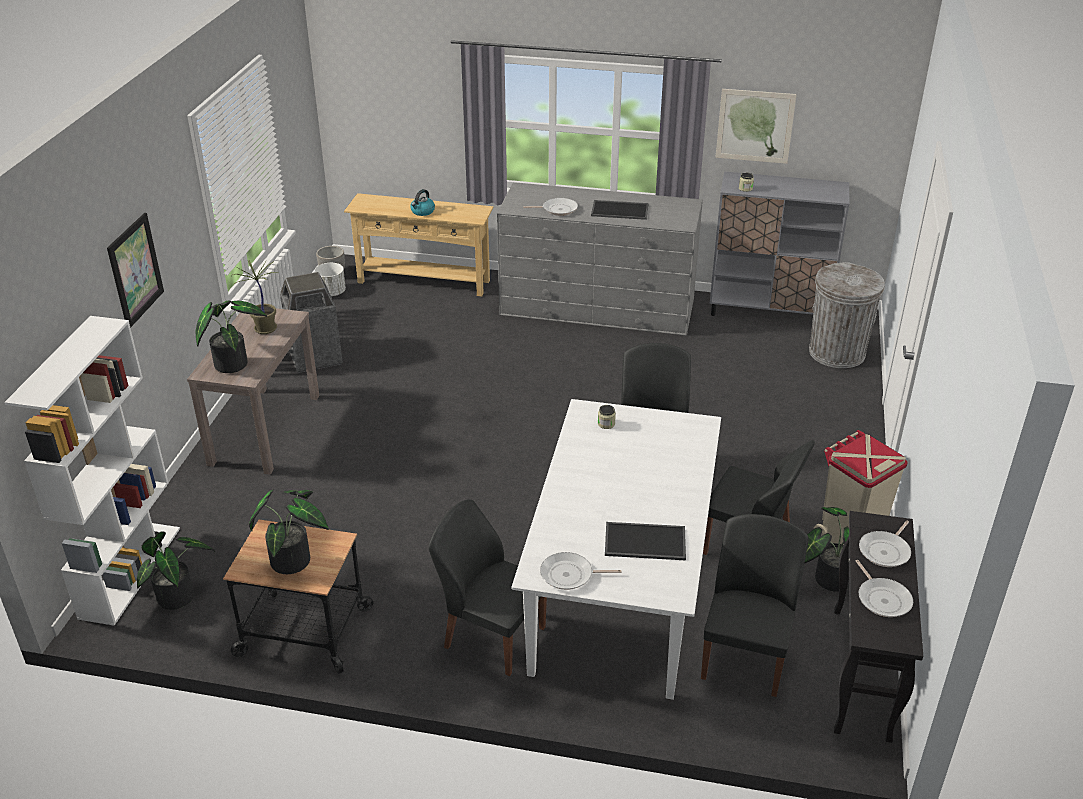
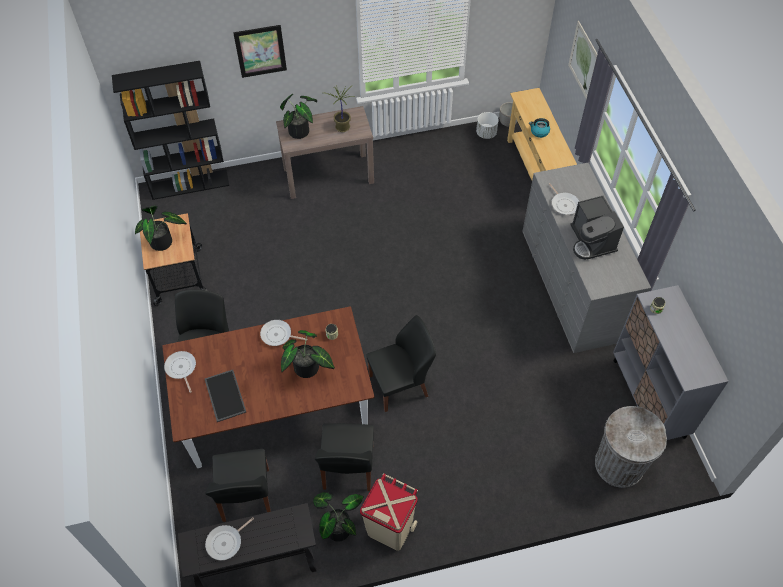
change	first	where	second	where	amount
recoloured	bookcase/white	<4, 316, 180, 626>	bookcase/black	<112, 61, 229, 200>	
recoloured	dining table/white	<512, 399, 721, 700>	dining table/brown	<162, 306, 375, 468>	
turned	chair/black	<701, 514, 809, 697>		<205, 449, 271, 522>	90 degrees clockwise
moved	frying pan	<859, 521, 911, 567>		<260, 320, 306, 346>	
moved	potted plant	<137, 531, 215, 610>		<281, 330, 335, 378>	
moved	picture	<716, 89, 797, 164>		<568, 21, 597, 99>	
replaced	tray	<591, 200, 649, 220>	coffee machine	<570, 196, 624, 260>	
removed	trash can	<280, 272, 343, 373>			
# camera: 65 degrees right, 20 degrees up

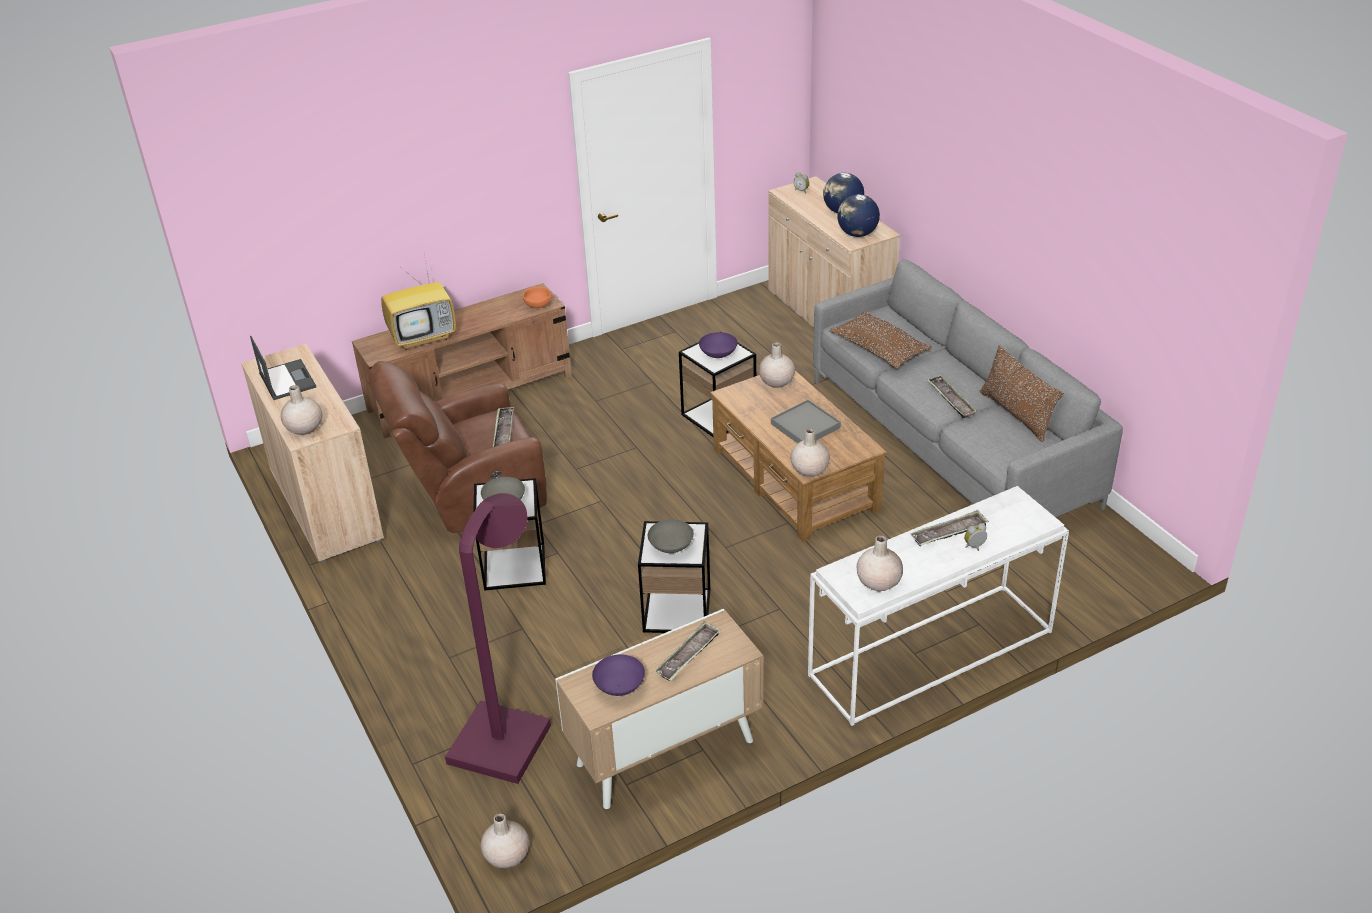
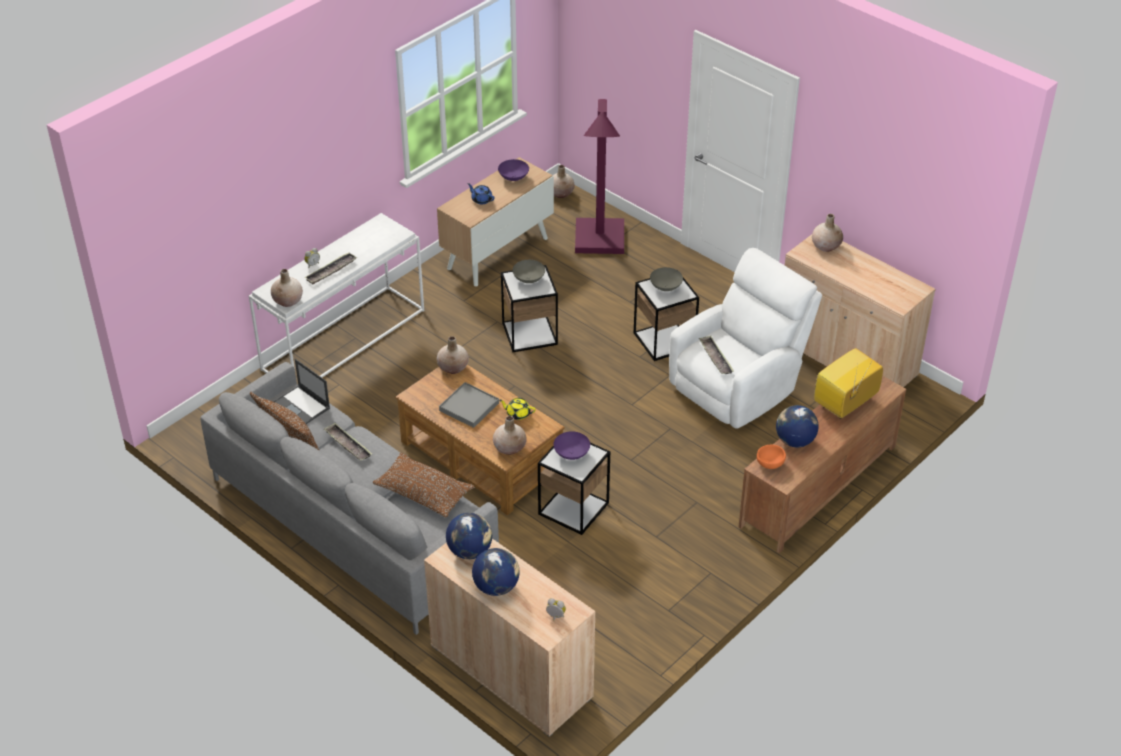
change	first	where	second	where	amount
moved	vase/beige	<857, 535, 903, 591>		<271, 269, 303, 307>	
moved	laptop	<250, 336, 316, 400>		<274, 359, 330, 424>	
replaced	tray	<654, 621, 721, 681>	teapot/blue	<468, 183, 494, 204>	
added			teapot/yellow	<499, 398, 536, 420>	
recoloured	armchair/brown	<366, 361, 547, 533>	armchair/white	<669, 248, 822, 429>	
added			globe	<776, 405, 819, 447>	
# camera: 160 degrees right, 5 degrees up

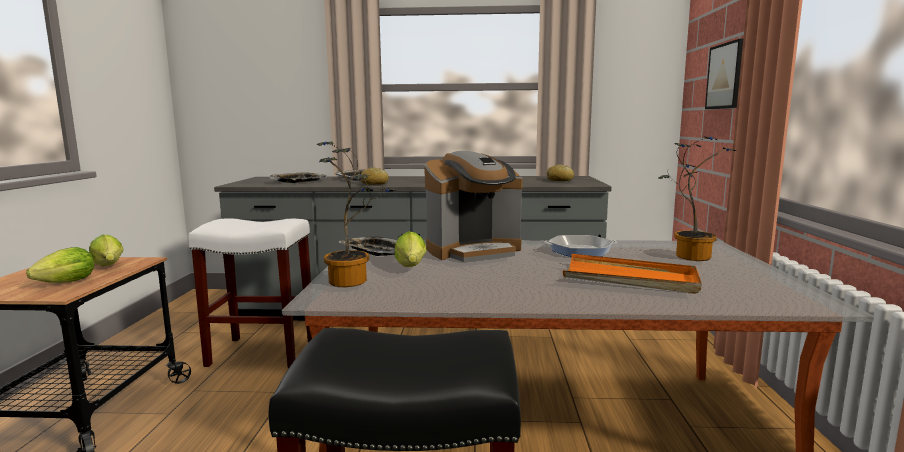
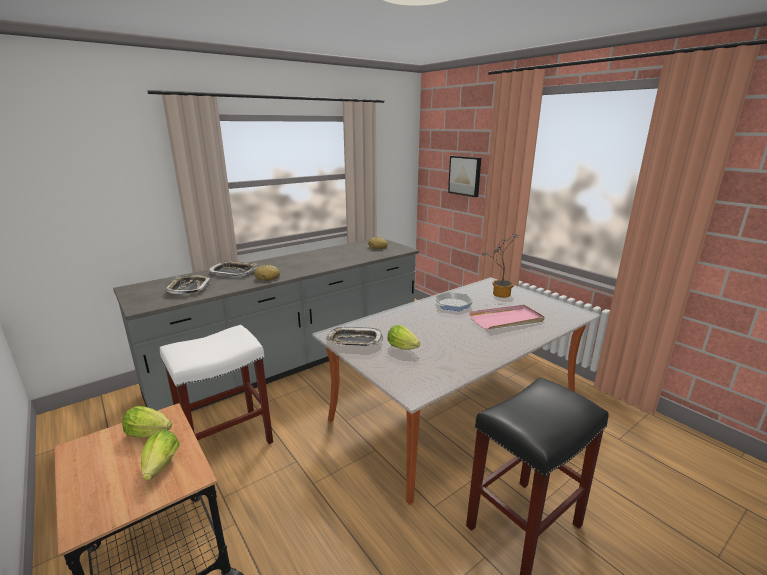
change	first	where	second	where	amount
recoloured	tray/orange	<563, 254, 702, 294>	tray/pink	<469, 305, 544, 329>	
removed	potted plant	<317, 141, 396, 287>			
removed	coffee machine	<424, 151, 523, 262>			
# camera: 40 degrees left, 10 degrees up

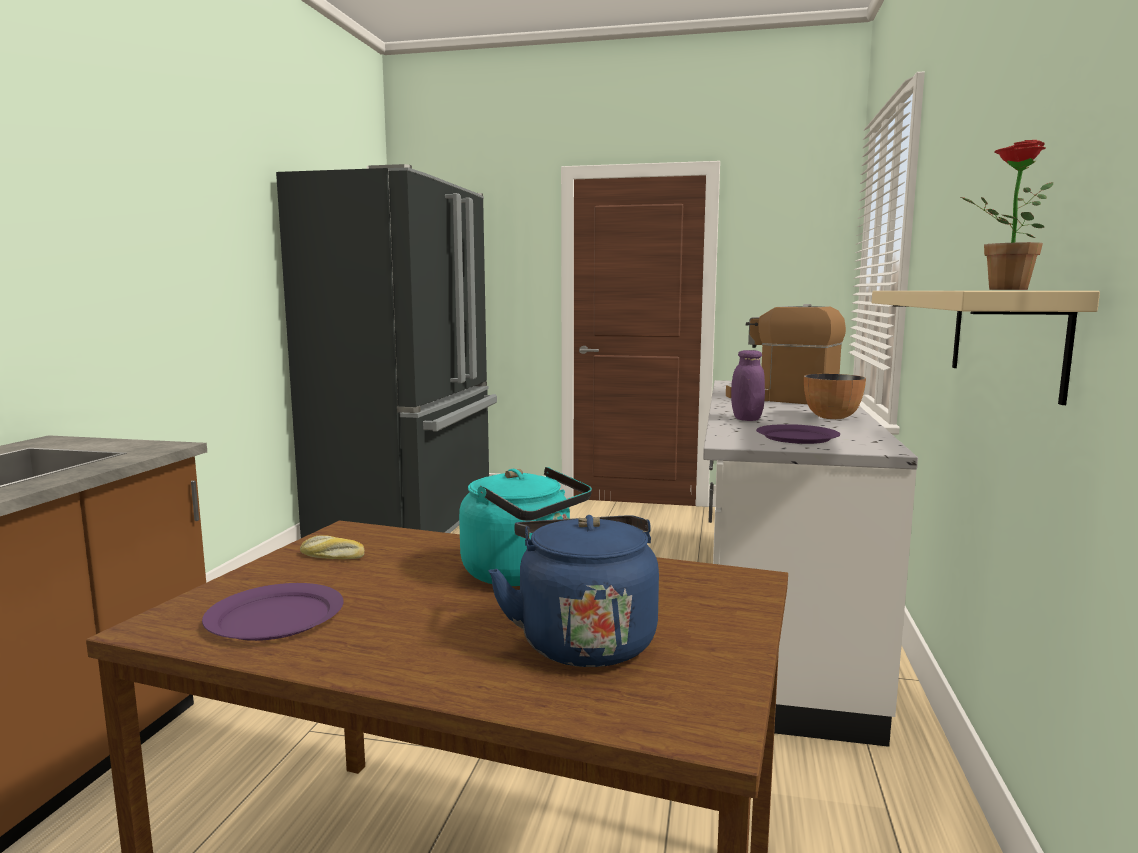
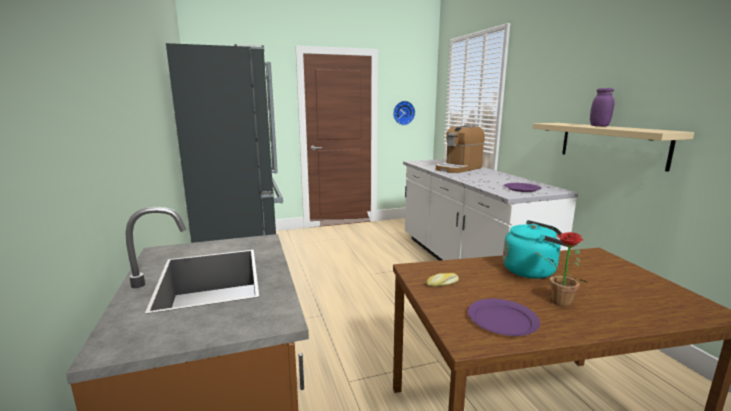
change	first	where	second	where	amount
added			wall clock	<393, 101, 415, 125>	
turned	coffee machine	<726, 304, 846, 404>		<436, 125, 485, 173>	45 degrees counterclockwise
moved	potted plant	<960, 140, 1053, 290>		<536, 232, 588, 307>	
moved	jar/purple	<731, 350, 765, 421>		<590, 88, 614, 126>	
removed	kettle/blue	<488, 515, 659, 667>			
removed	bowl	<804, 374, 866, 419>			
# camera: 30 degrees left, 5 degrees up

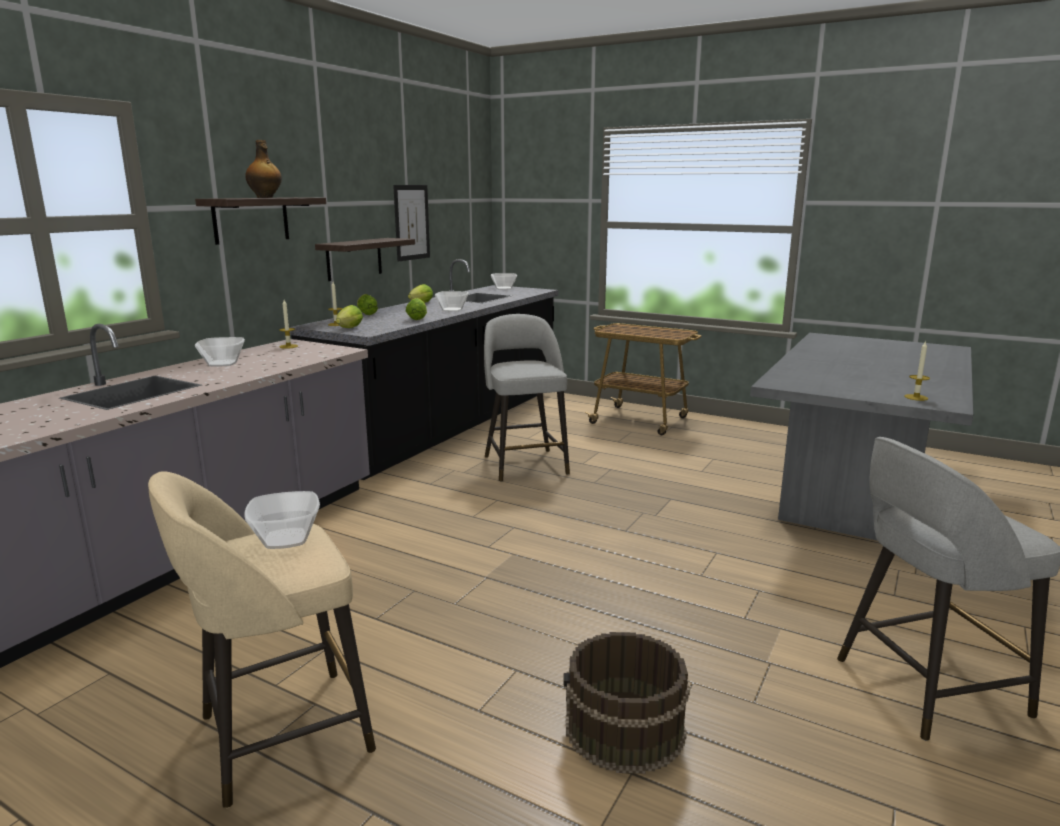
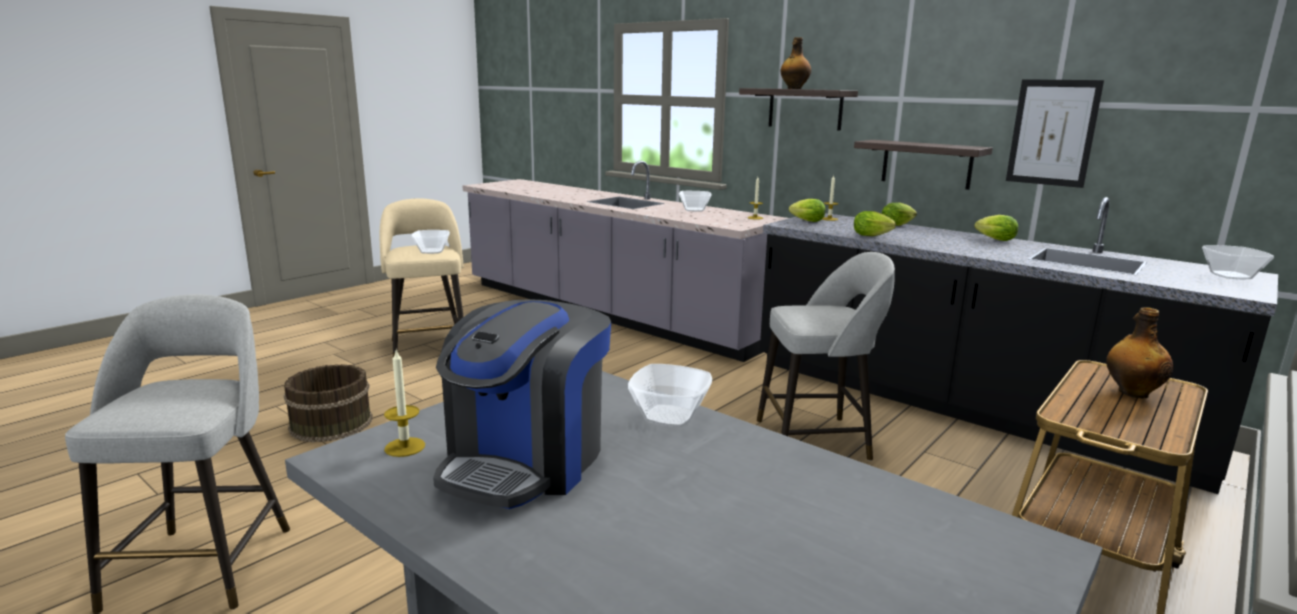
change	first	where	second	where	amount
added			coffee machine	<433, 299, 611, 509>	
moved	bowl	<435, 291, 469, 311>		<628, 364, 712, 428>	
added			bottle	<1106, 307, 1173, 398>	
# camera: 100 degrees right, 0 degrees up

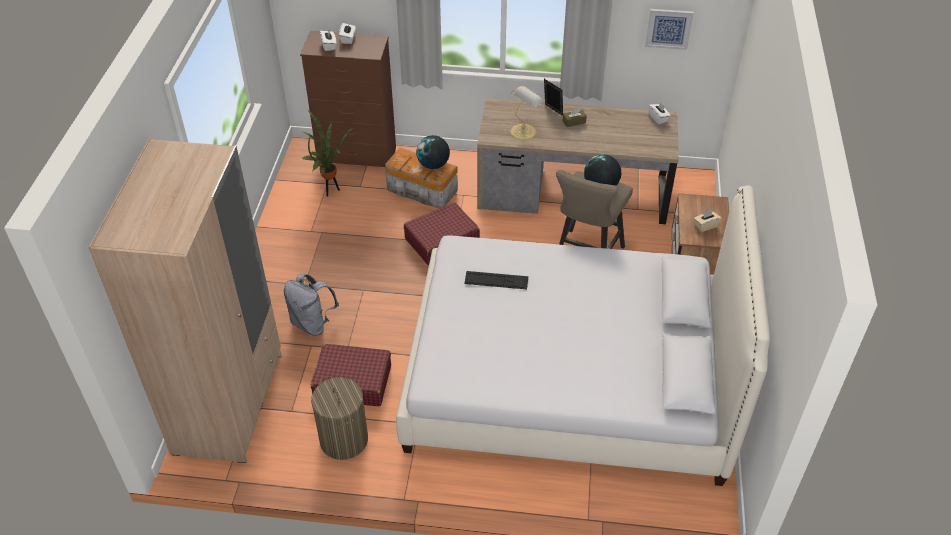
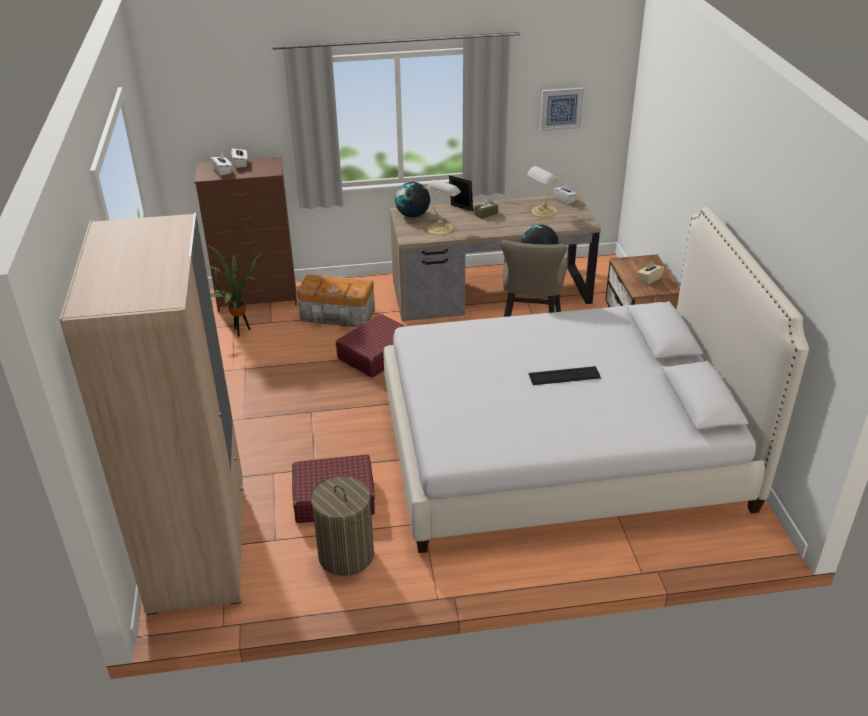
change	first	where	second	where	amount
moved	globe	<416, 135, 450, 169>		<395, 182, 430, 218>	
added			table lamp	<527, 166, 561, 218>	
moved	keyboard	<464, 271, 528, 289>		<529, 366, 601, 385>	
removed	backpack/grey	<284, 274, 339, 336>			
# camera: 15 degrees left, 10 degrees down

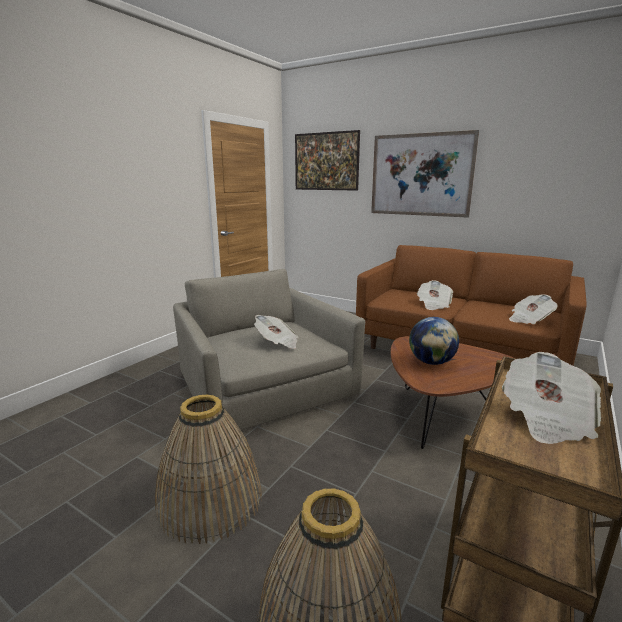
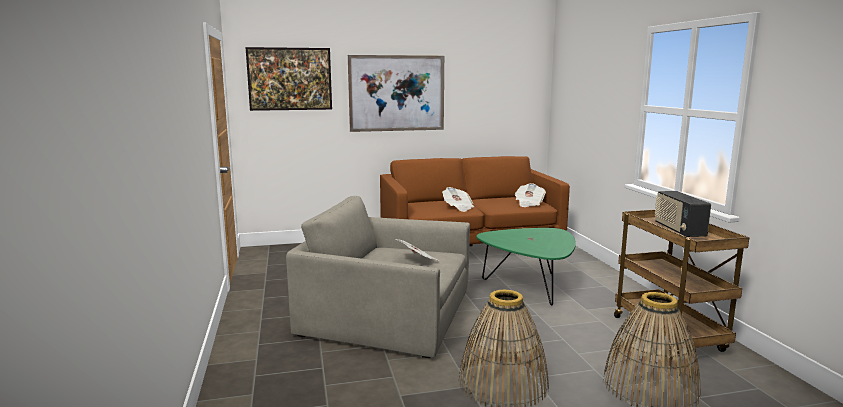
change	first	where	second	where	amount
recoloured	coffee table/brown	<391, 336, 516, 449>	coffee table/green	<476, 228, 576, 305>	
replaced	newspaper	<502, 352, 601, 444>	radio	<655, 191, 711, 237>	
removed	globe	<409, 317, 459, 365>			
# camera: 45 degrees left, 5 degrees down

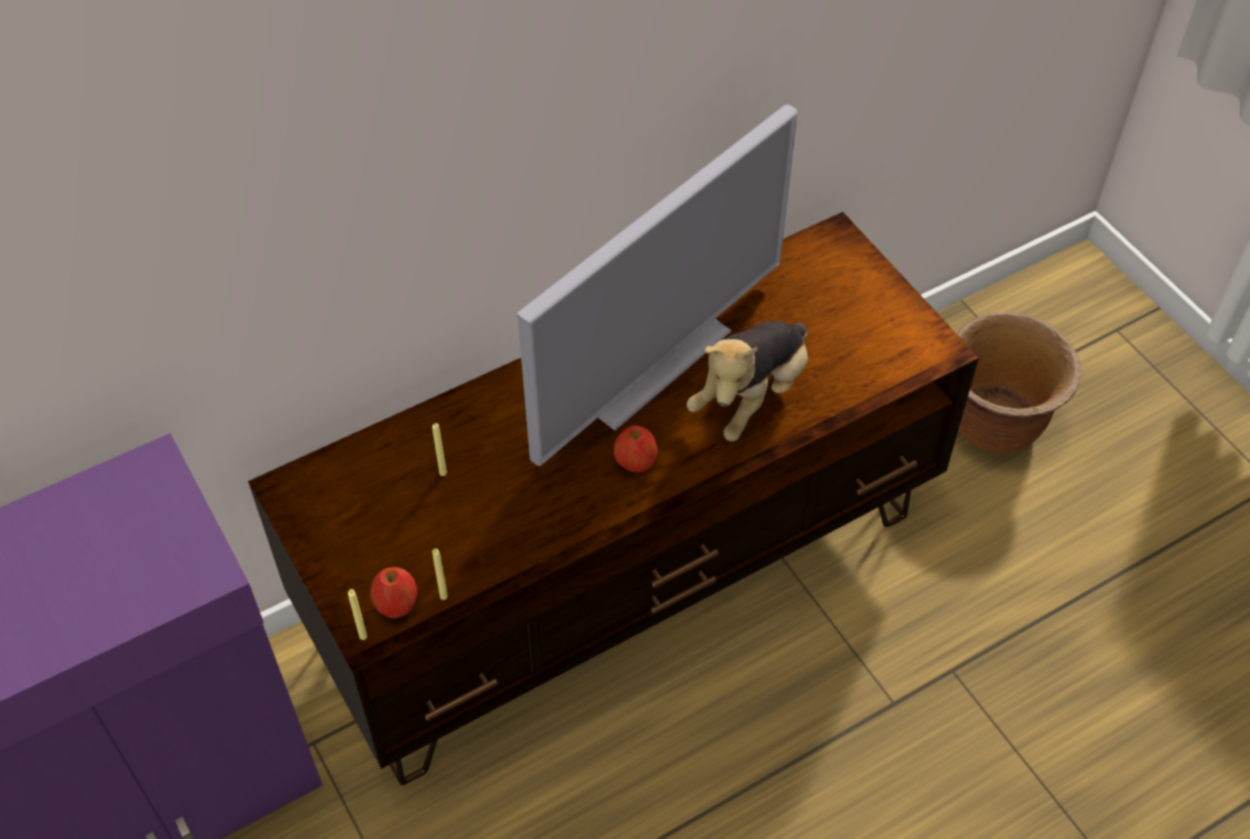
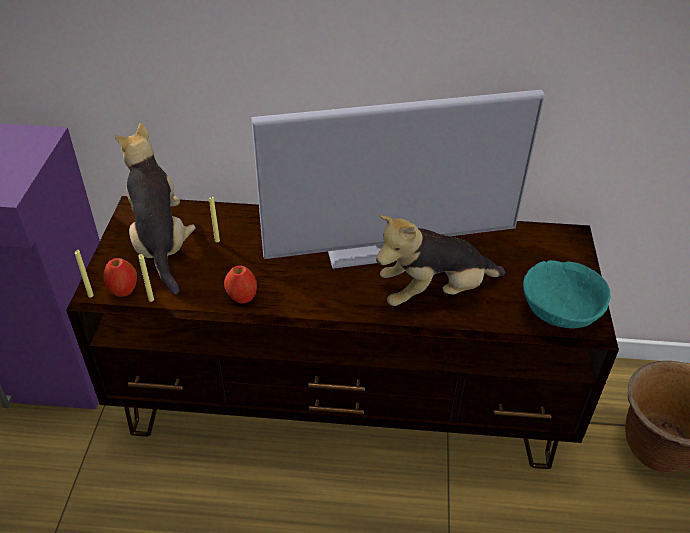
change	first	where	second	where	amount
added			plush toy	<115, 123, 195, 294>	
moved	apple	<614, 425, 658, 473>		<224, 266, 257, 304>	
added			bowl/turquoise	<523, 260, 611, 329>	
# camera: 35 degrees right, 10 degrees down

